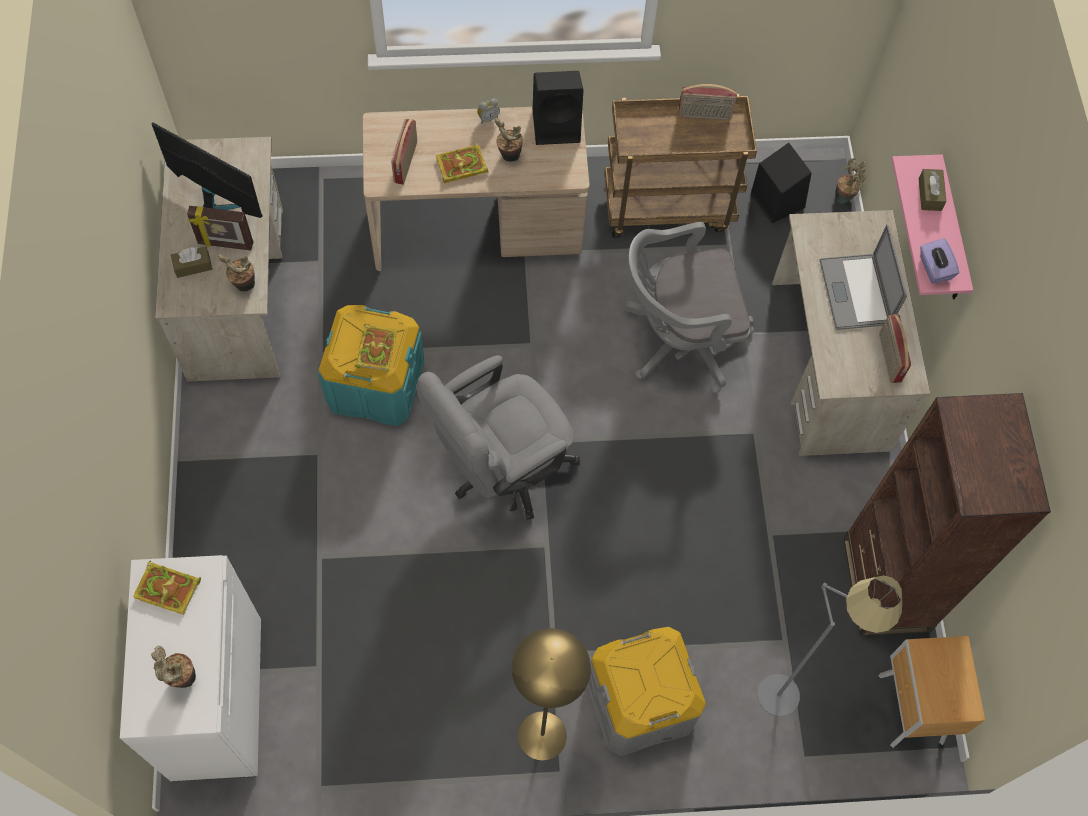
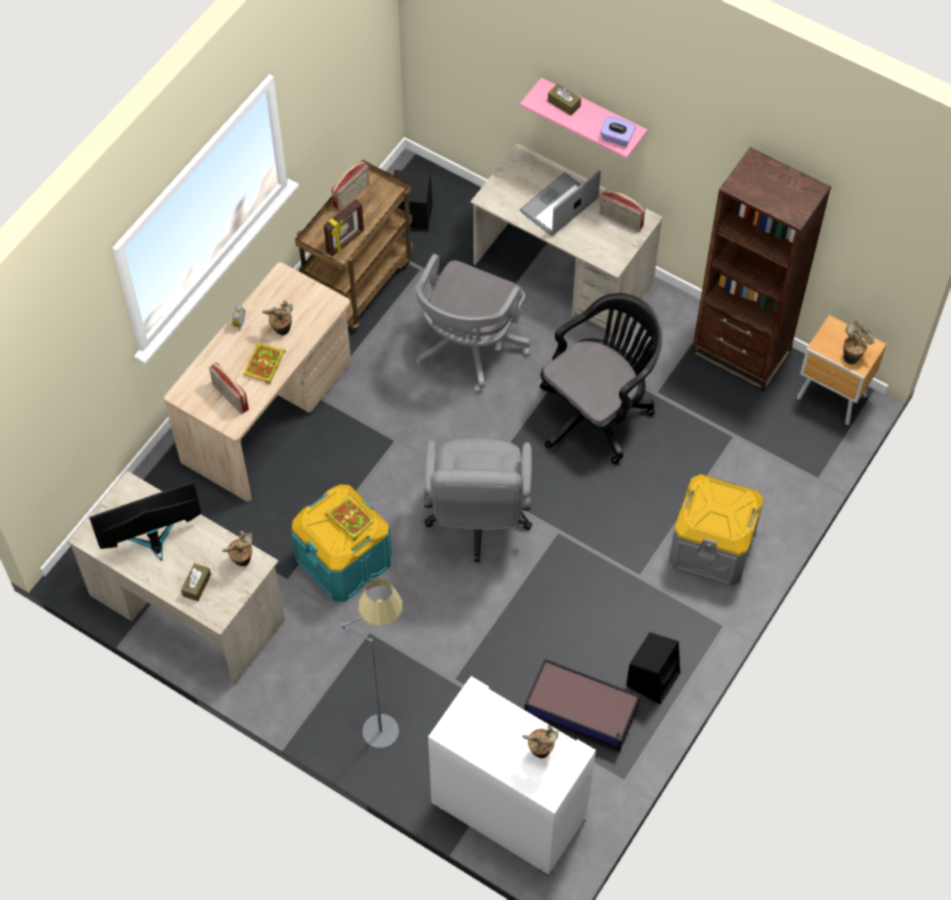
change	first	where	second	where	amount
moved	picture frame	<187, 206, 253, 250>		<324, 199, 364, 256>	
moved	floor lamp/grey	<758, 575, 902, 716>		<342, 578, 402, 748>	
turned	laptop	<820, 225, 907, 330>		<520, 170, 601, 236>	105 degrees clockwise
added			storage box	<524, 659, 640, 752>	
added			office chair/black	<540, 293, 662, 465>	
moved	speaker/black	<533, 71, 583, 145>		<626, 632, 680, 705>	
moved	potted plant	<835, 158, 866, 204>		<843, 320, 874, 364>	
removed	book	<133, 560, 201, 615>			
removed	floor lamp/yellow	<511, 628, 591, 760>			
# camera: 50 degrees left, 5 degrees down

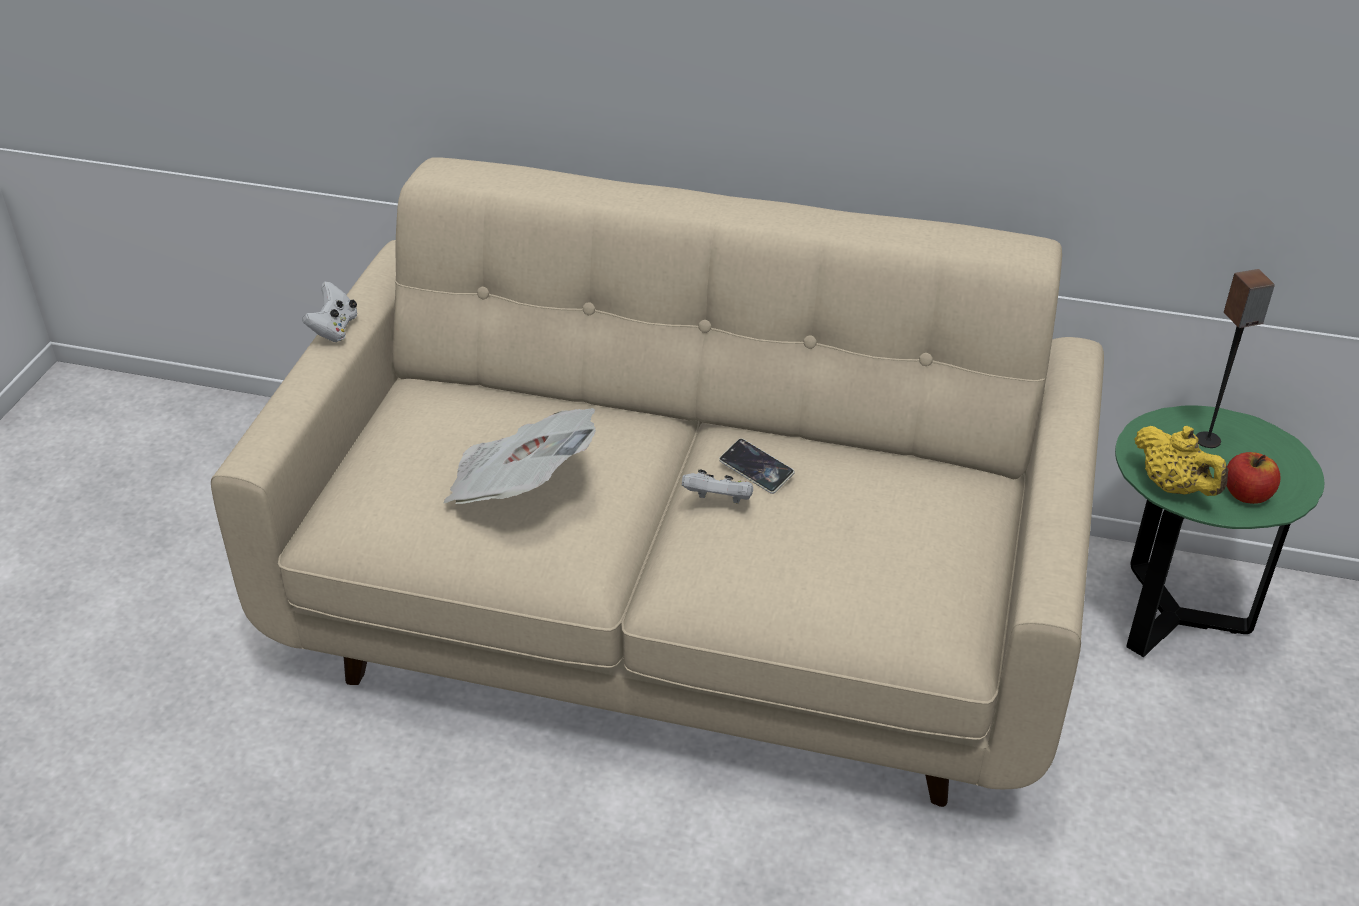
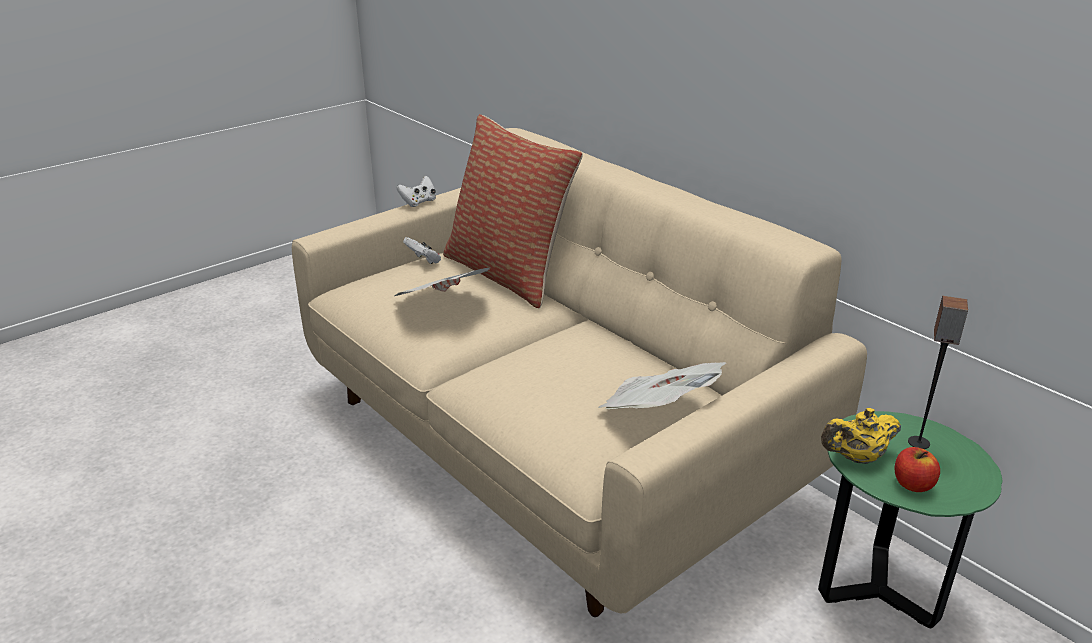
change	first	where	second	where	amount
moved	game controller/white	<682, 469, 753, 504>		<403, 237, 441, 264>	
added			pillow	<443, 114, 583, 308>	
added			newspaper	<598, 362, 726, 409>	
turned	teapot/yellow	<1134, 426, 1228, 496>		<821, 408, 901, 464>	75 degrees clockwise
removed	phone	<719, 438, 795, 494>			
# camera: 35 degrees right, 10 degrees down

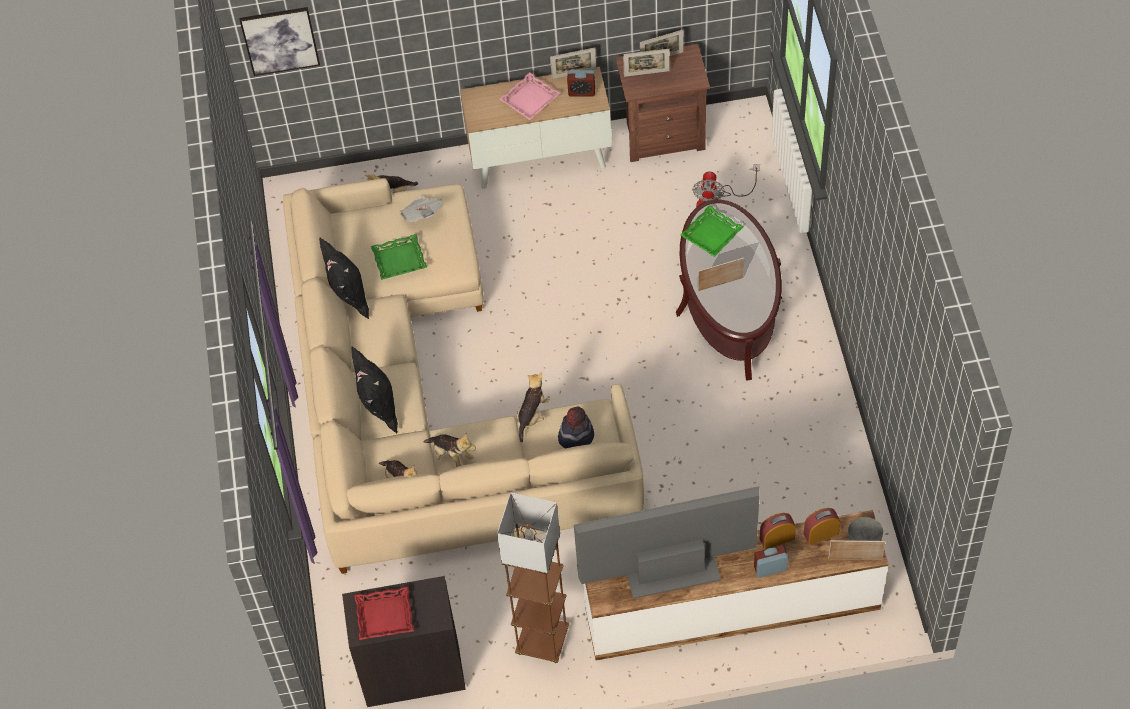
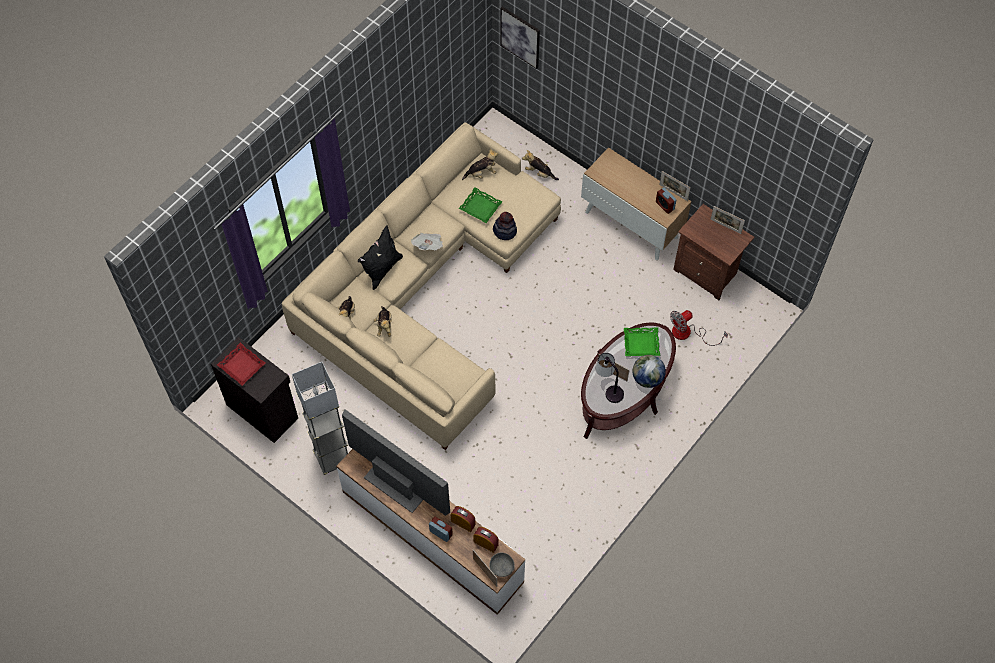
change	first	where	second	where	amount
recoloured	floor lamp/brown	<497, 492, 569, 663>	floor lamp/grey	<292, 362, 348, 475>	
moved	newspaper	<400, 196, 443, 222>		<411, 233, 443, 250>	
moved	plush toy	<517, 372, 550, 442>		<462, 148, 499, 180>	
moved	hat	<558, 406, 594, 448>		<493, 212, 517, 240>	
added			table lamp	<596, 353, 624, 403>	
added			globe	<632, 355, 666, 388>	
removed	pillow/black	<319, 238, 369, 319>			
removed	tray/pink	<499, 72, 560, 120>			
removed	picture frame	<623, 49, 670, 77>			
# camera: 45 degrees right, 5 degrees up

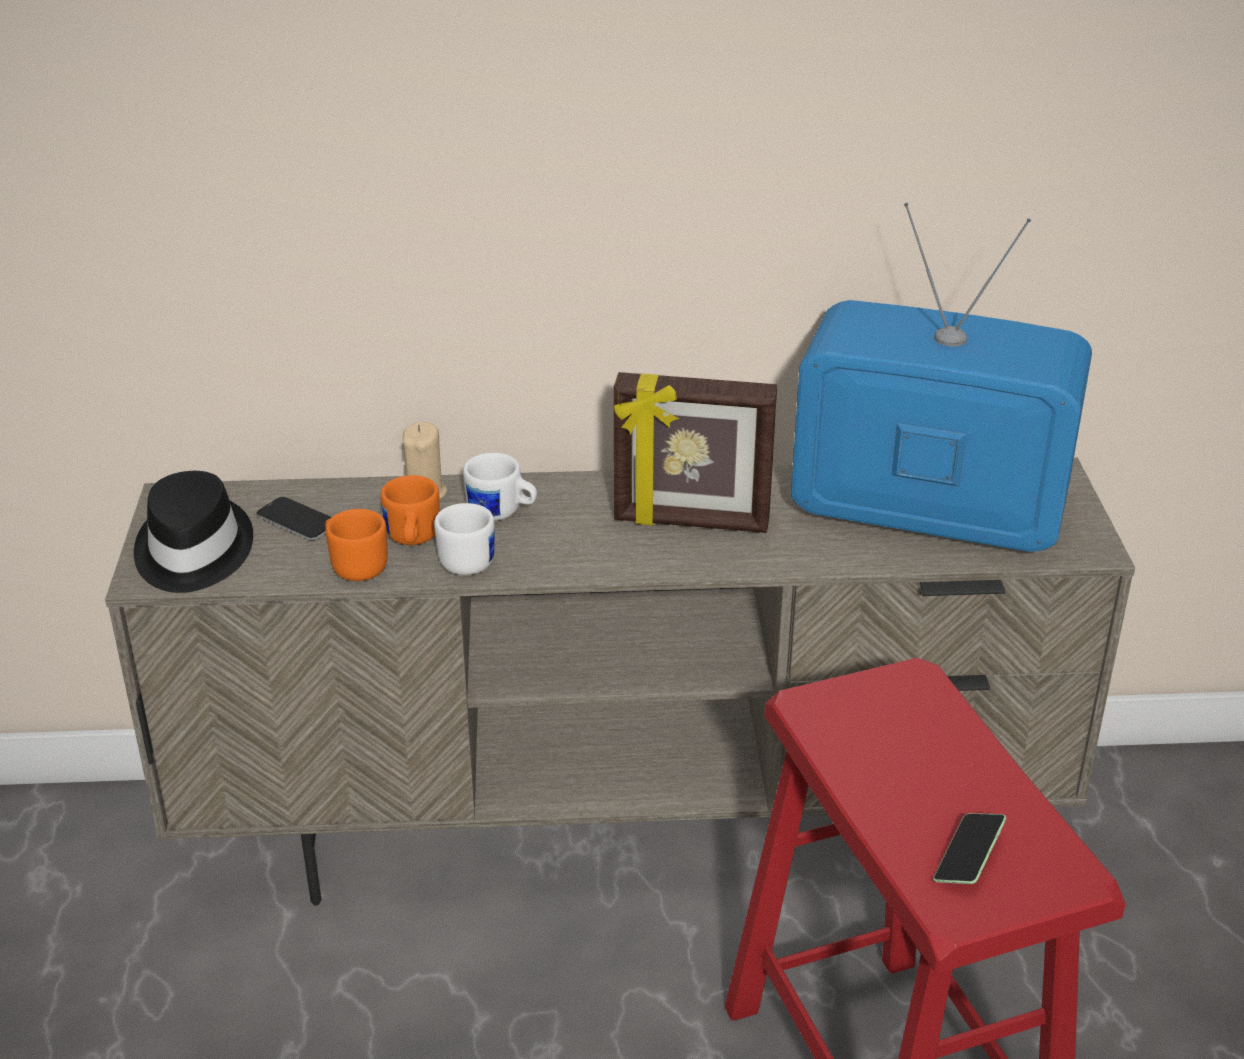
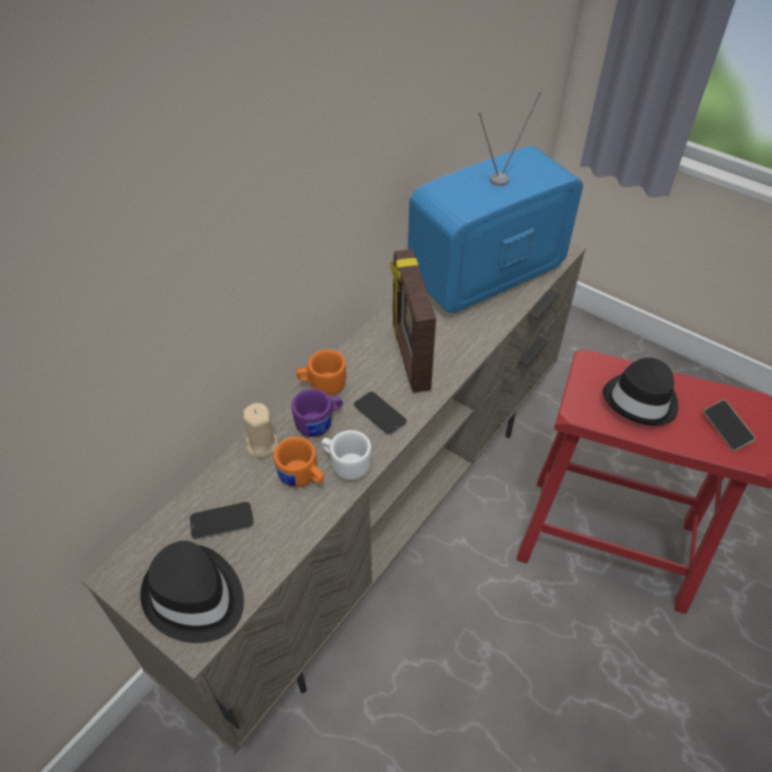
change	first	where	second	where	amount
recoloured	mug/white	<463, 453, 537, 521>	mug/purple	<291, 389, 343, 437>	
moved	mug/orange	<325, 509, 387, 581>		<296, 349, 346, 396>	
added			phone	<354, 392, 407, 435>	
turned	picture frame	<614, 372, 777, 533>		<390, 249, 436, 393>	120 degrees clockwise
added			hat/black	<603, 358, 678, 426>	
# camera: 50 degrees left, 15 degrees up

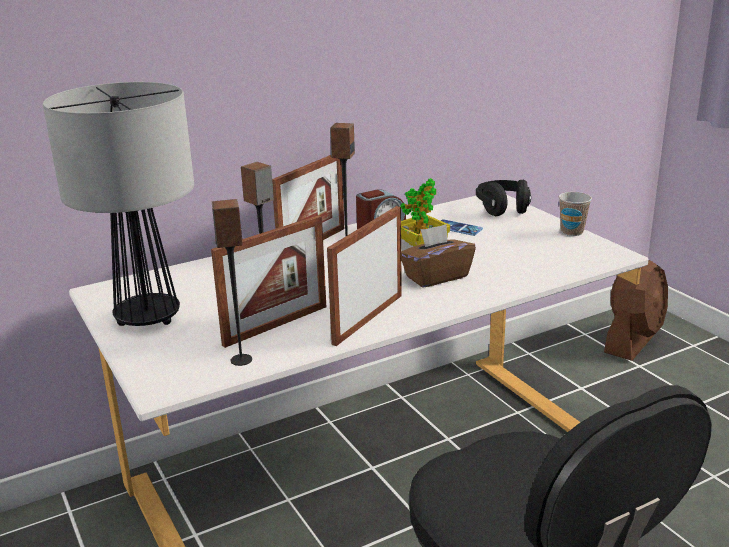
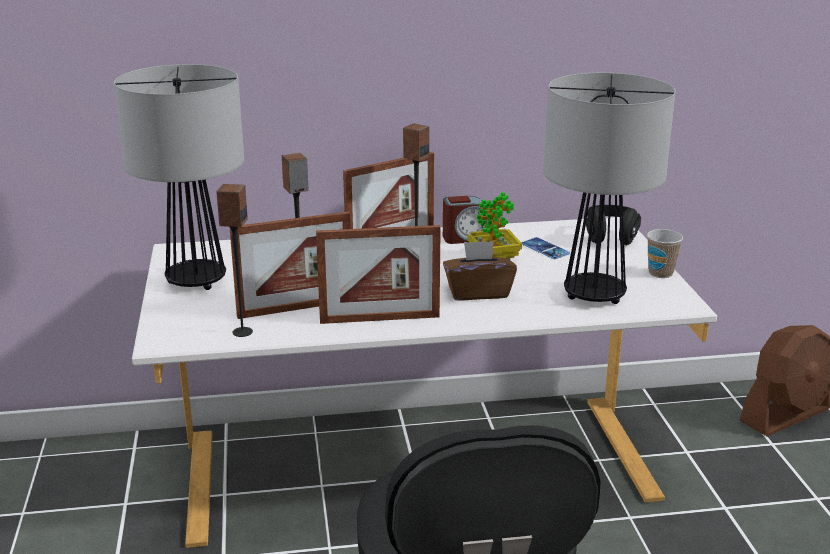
change	first	where	second	where	amount
turned	picture frame	<327, 206, 402, 346>		<316, 225, 441, 324>	150 degrees counterclockwise
added			table lamp	<544, 73, 676, 304>	
# camera: 20 degrees right, 0 degrees up

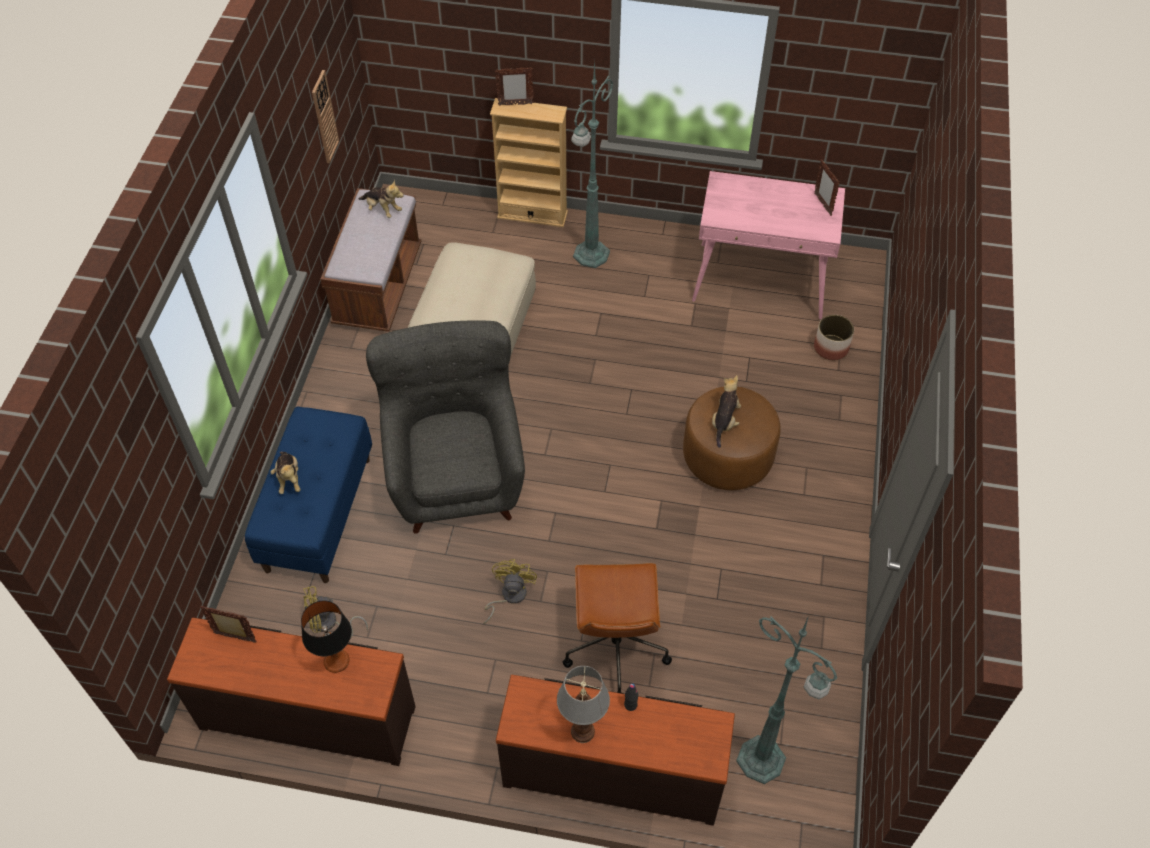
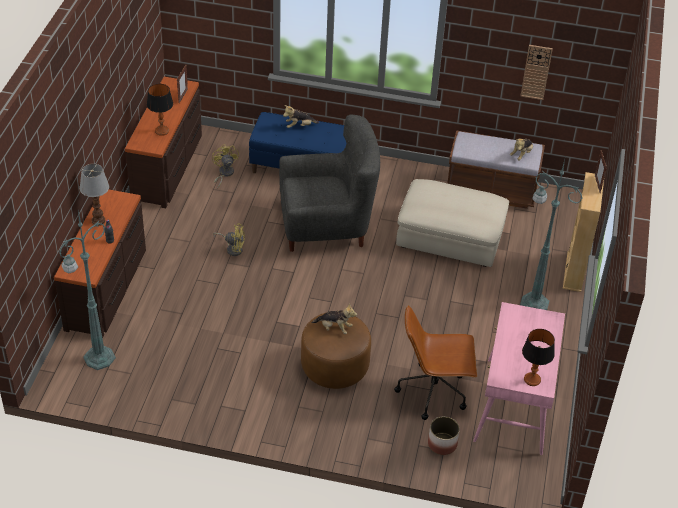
change	first	where	second	where	amount
moved	office chair/brown	<563, 563, 672, 694>		<394, 305, 477, 420>	
replaced	picture frame	<814, 160, 840, 216>	table lamp	<522, 329, 555, 386>	
# camera: 90 degrees right, 10 degrees down

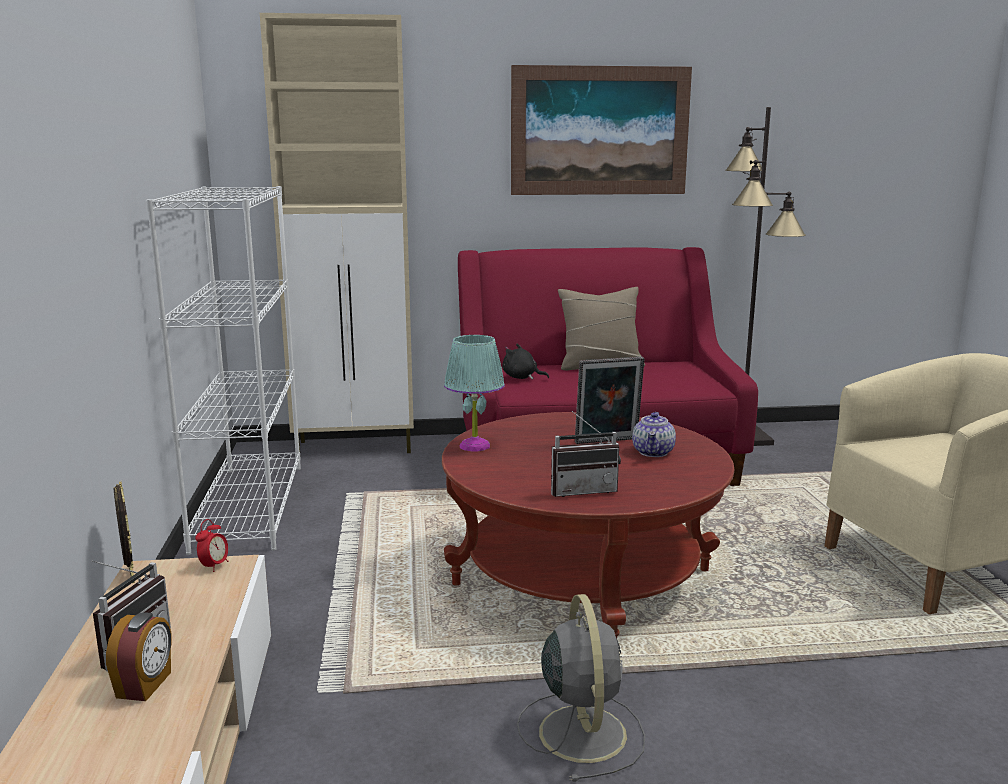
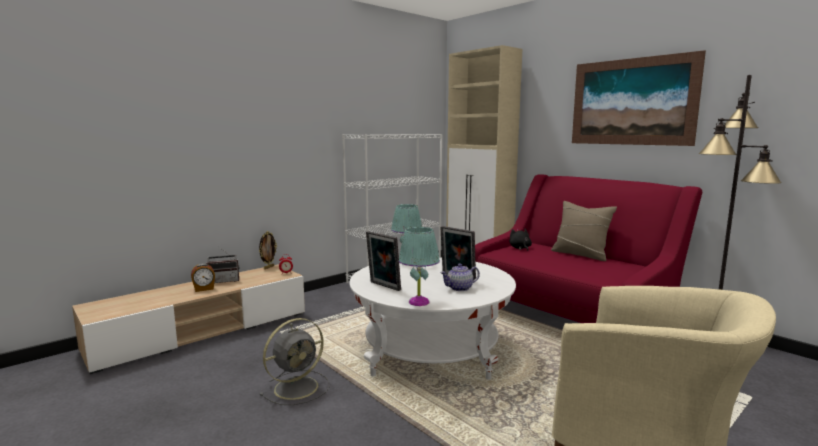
change	first	where	second	where	amount
recoloured	coffee table/red	<442, 412, 734, 638>	coffee table/white	<349, 257, 516, 380>	
replaced	radio	<551, 411, 621, 497>	picture frame	<366, 231, 401, 291>	
added			table lamp/turquoise	<399, 227, 440, 306>	
# camera: 55 degrees right, 5 degrees down

